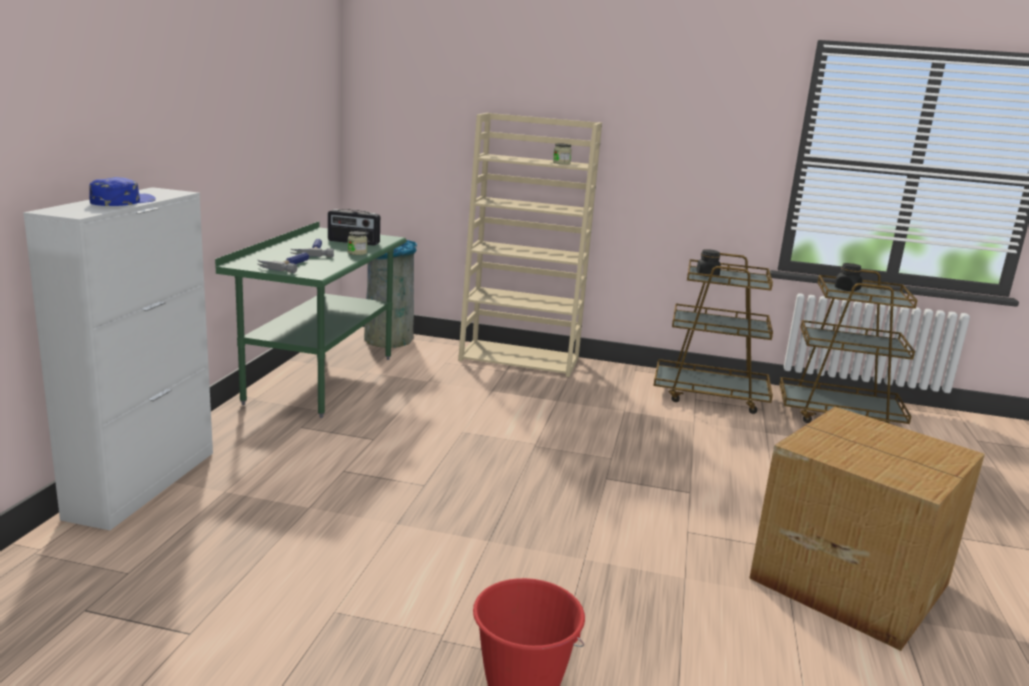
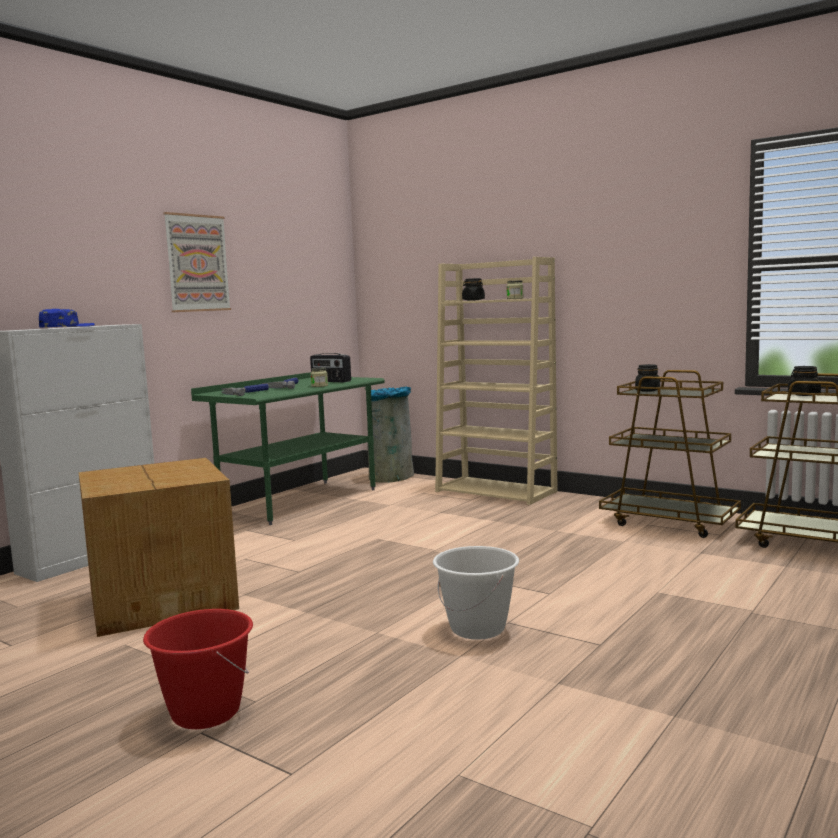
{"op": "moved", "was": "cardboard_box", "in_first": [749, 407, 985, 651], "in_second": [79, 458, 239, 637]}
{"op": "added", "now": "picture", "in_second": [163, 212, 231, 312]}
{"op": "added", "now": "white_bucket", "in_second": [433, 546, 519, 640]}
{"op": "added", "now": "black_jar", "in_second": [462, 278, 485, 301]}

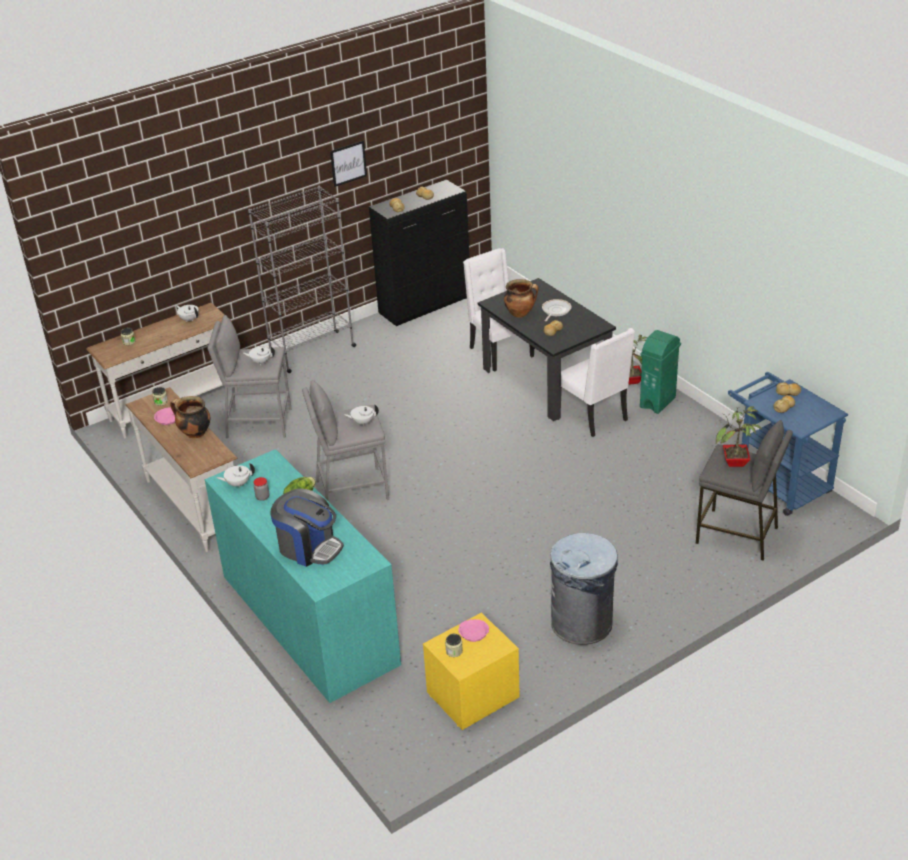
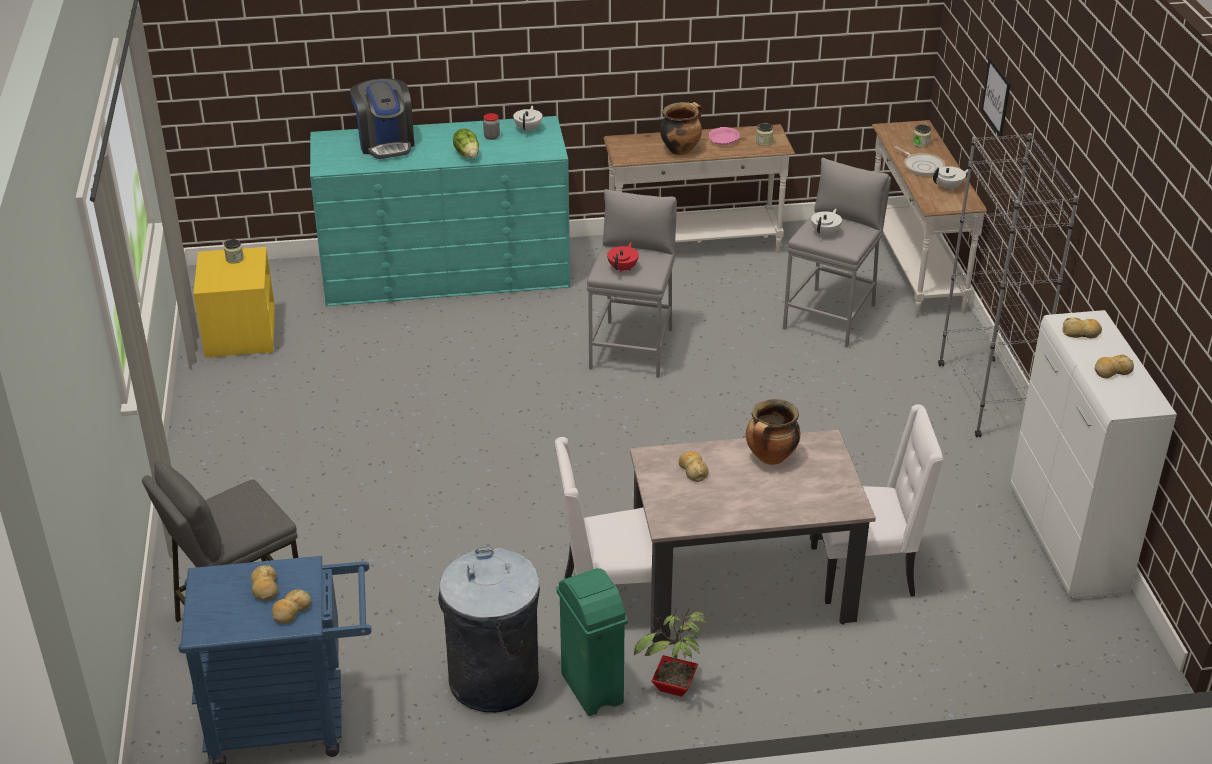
{"op": "turned", "was": "coffee_machine", "in_first": [270, 488, 344, 567], "in_second": [350, 78, 414, 159], "clockwise": -75}
{"op": "moved", "was": "grey_trash_can", "in_first": [550, 533, 618, 645], "in_second": [438, 547, 540, 713]}
{"op": "recoloured", "was": "white_teapot", "now": "red_teapot", "in_first": [344, 404, 379, 426], "in_second": [607, 242, 639, 272]}
{"op": "recoloured", "was": "black_dining_table", "now": "beige_dining_table", "in_first": [478, 278, 616, 421], "in_second": [630, 430, 876, 643]}
{"op": "moved", "was": "frying_pan", "in_first": [542, 299, 571, 321], "in_second": [894, 146, 945, 176]}
{"op": "moved", "was": "picture", "in_first": [330, 141, 367, 187], "in_second": [981, 58, 1011, 136]}
{"op": "recoloured", "was": "black_cabinet", "now": "white_cabinet", "in_first": [369, 180, 469, 326], "in_second": [1010, 310, 1177, 599]}
{"op": "removed", "was": "pink_bowl", "in_first": [458, 619, 489, 642]}
{"op": "removed", "was": "potted_plant", "in_first": [716, 406, 762, 467]}

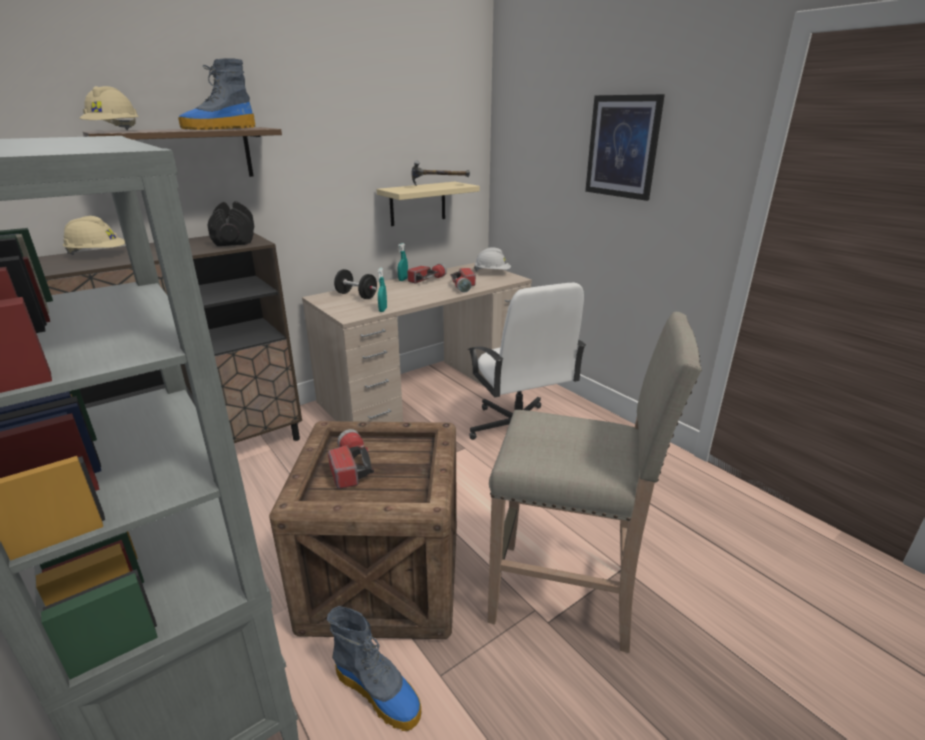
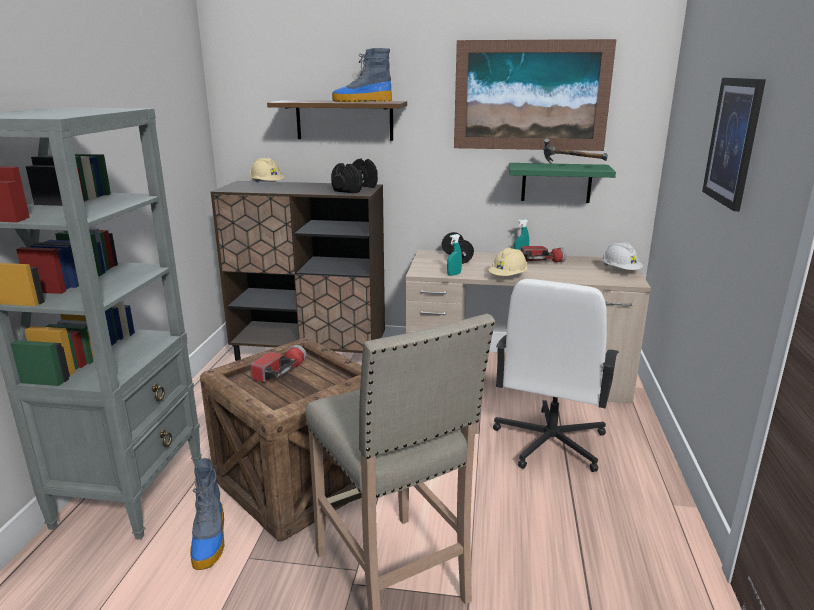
{"op": "added", "now": "picture", "in_second": [454, 39, 617, 151]}
{"op": "moved", "was": "beige_hard_hat", "in_first": [80, 86, 139, 130], "in_second": [488, 248, 528, 276]}
{"op": "recoloured", "was": "beige_shelf", "now": "green_shelf", "in_first": [376, 182, 480, 226], "in_second": [509, 163, 616, 203]}
{"op": "removed", "was": "flashlight", "in_first": [450, 268, 476, 293]}

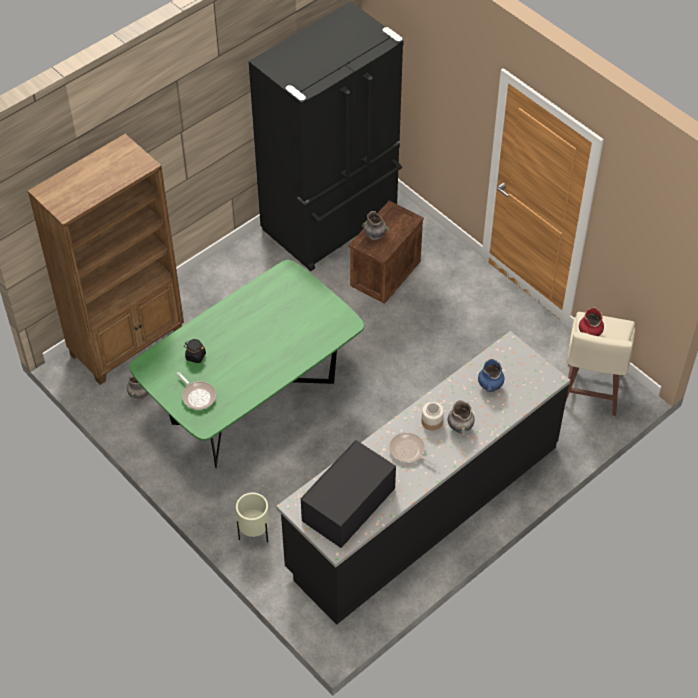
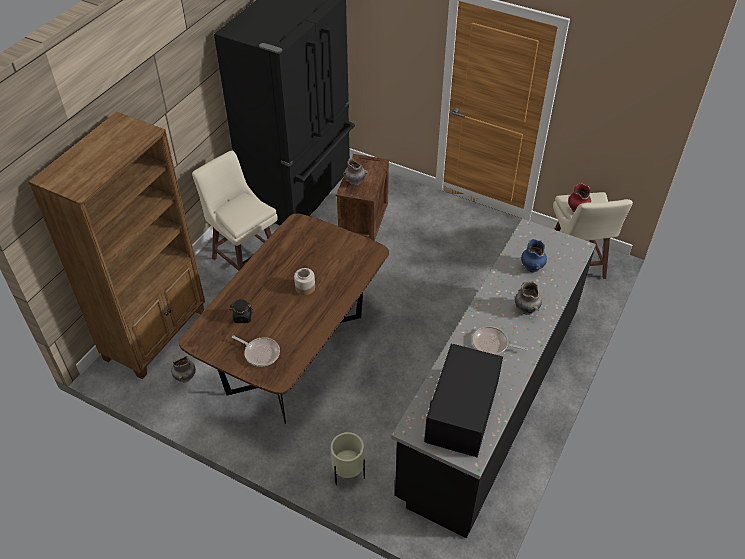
{"op": "recoloured", "was": "green_dining_table", "now": "brown_dining_table", "in_first": [129, 260, 364, 468], "in_second": [179, 213, 389, 424]}
{"op": "added", "now": "beige_stool", "in_second": [192, 151, 278, 271]}
{"op": "moved", "was": "jar", "in_first": [422, 402, 444, 430], "in_second": [294, 268, 315, 295]}

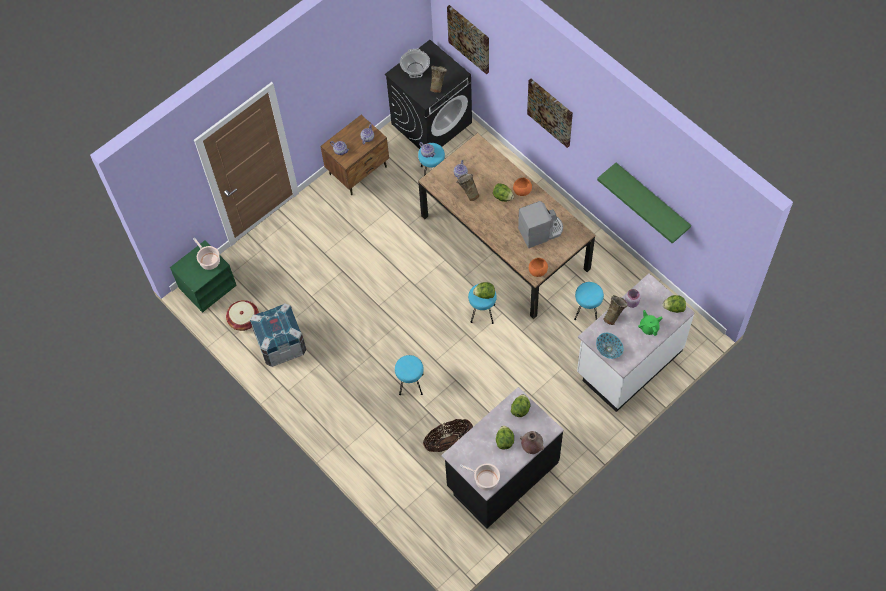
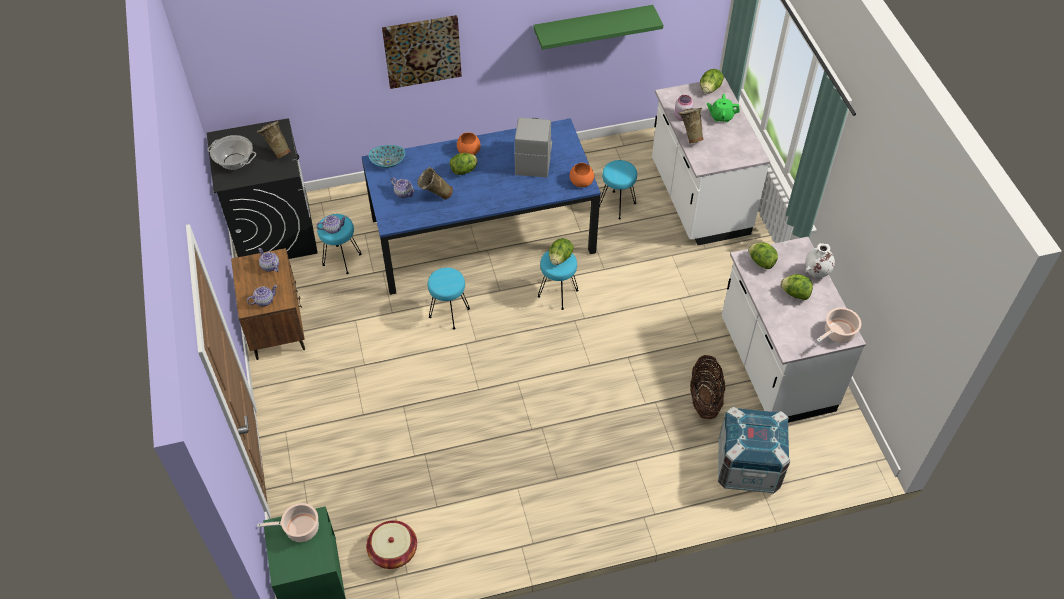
{"op": "recoloured", "was": "brown_dining_table", "now": "blue_dining_table", "in_first": [418, 133, 595, 319], "in_second": [361, 118, 601, 295]}
{"op": "moved", "was": "bowl", "in_first": [596, 333, 624, 359], "in_second": [369, 145, 405, 168]}
{"op": "moved", "was": "turquoise_stool", "in_first": [395, 355, 424, 395], "in_second": [428, 268, 470, 330]}
{"op": "moved", "was": "crate", "in_first": [250, 303, 307, 367], "in_second": [718, 407, 790, 494]}
{"op": "recoloured", "was": "black_counter", "now": "white_counter", "in_first": [441, 387, 564, 528], "in_second": [722, 237, 866, 423]}
{"op": "recoloured", "was": "brown_vase", "now": "white_vase", "in_first": [520, 431, 544, 454], "in_second": [805, 243, 835, 278]}
{"op": "removed", "was": "picture", "in_first": [447, 5, 489, 74]}

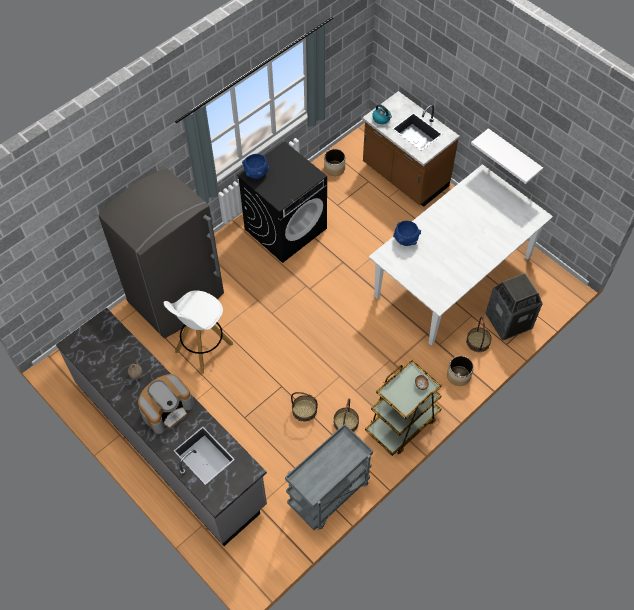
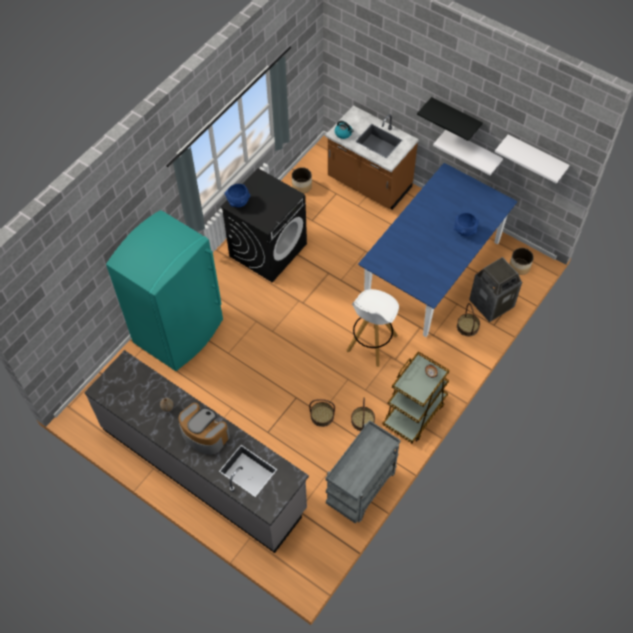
{"op": "recoloured", "was": "grey_fridge", "now": "turquoise_fridge", "in_first": [98, 168, 224, 338], "in_second": [106, 210, 223, 371]}
{"op": "turned", "was": "coffee_machine", "in_first": [138, 374, 194, 434], "in_second": [179, 403, 230, 455], "clockwise": -90}
{"op": "moved", "was": "white_stool", "in_first": [164, 290, 233, 374], "in_second": [347, 289, 399, 367]}
{"op": "recoloured", "was": "white_dining_table", "now": "blue_dining_table", "in_first": [369, 164, 553, 346], "in_second": [358, 163, 517, 337]}
{"op": "added", "now": "black_shelf", "in_second": [417, 97, 483, 141]}
{"op": "moved", "was": "blue_bowl", "in_first": [393, 221, 421, 246], "in_second": [454, 213, 479, 236]}
{"op": "added", "now": "white_shelf", "in_second": [495, 134, 569, 184]}
{"op": "moved", "was": "planter", "in_first": [447, 356, 474, 386], "in_second": [510, 248, 534, 275]}

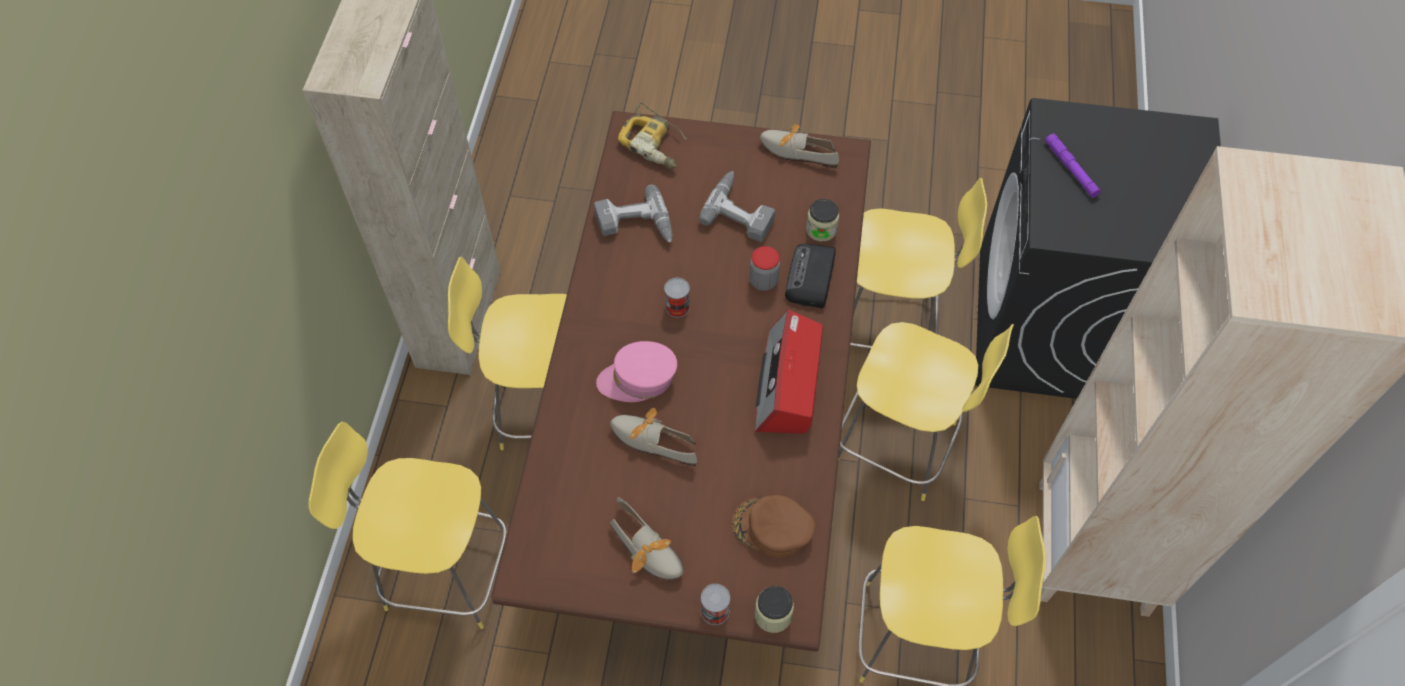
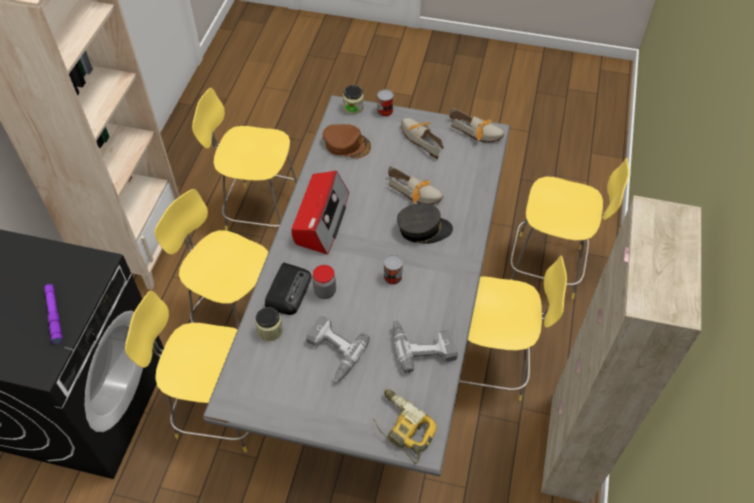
{"op": "recoloured", "was": "brown_dining_table", "now": "grey_dining_table", "in_first": [491, 111, 871, 652], "in_second": [203, 95, 510, 476]}
{"op": "recoloured", "was": "pink_cap", "now": "grey_cap", "in_first": [596, 341, 677, 402], "in_second": [397, 203, 453, 244]}
{"op": "moved", "was": "shoe", "in_first": [760, 124, 839, 168], "in_second": [450, 108, 505, 143]}

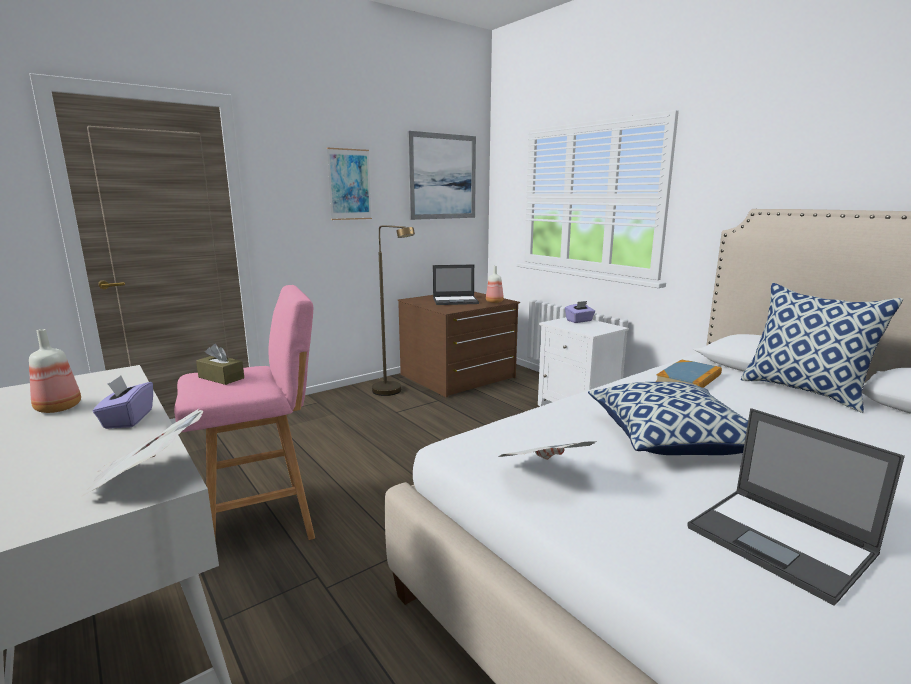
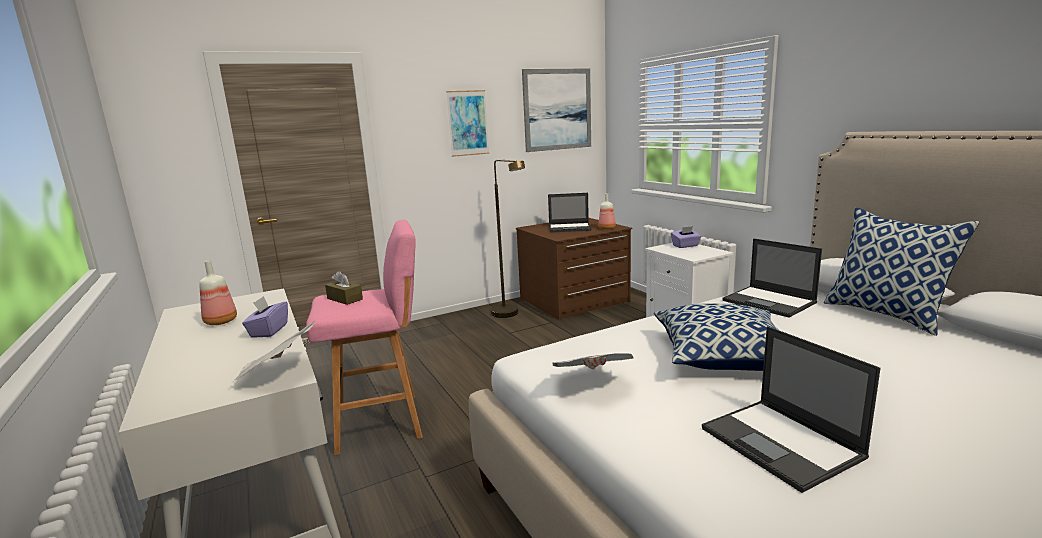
{"op": "replaced", "was": "book", "now": "laptop", "in_first": [656, 360, 722, 388], "in_second": [722, 238, 822, 318]}

